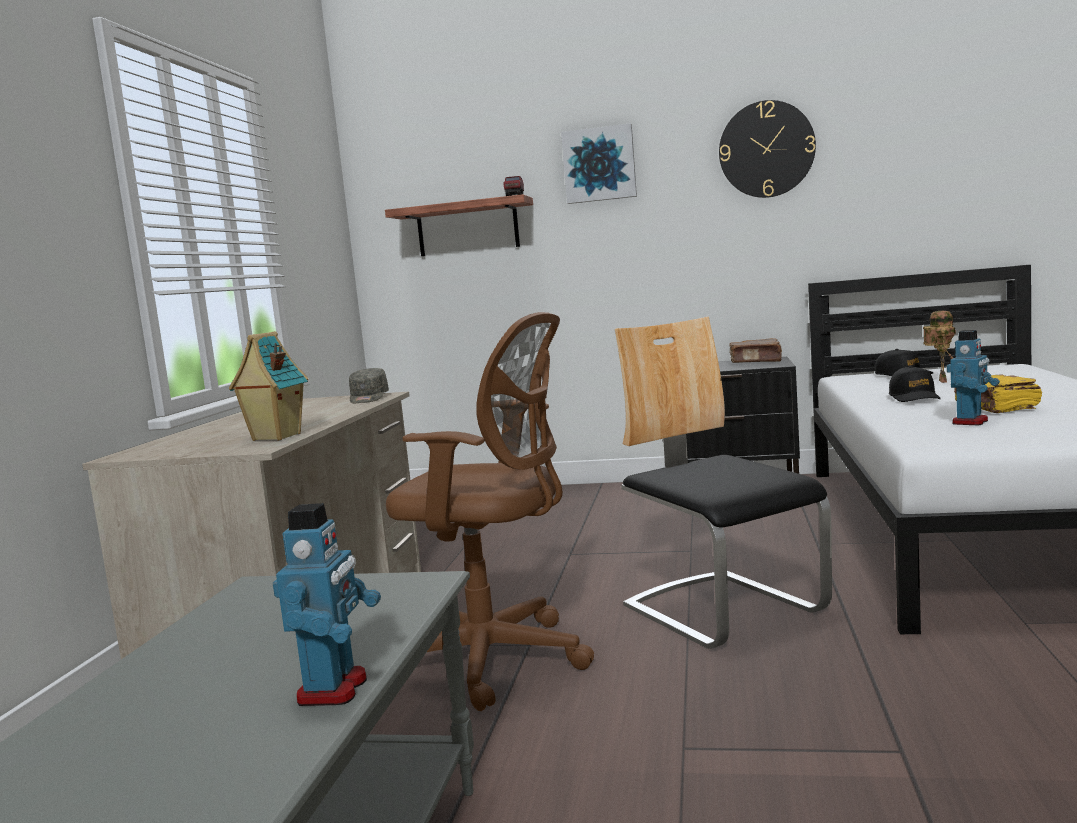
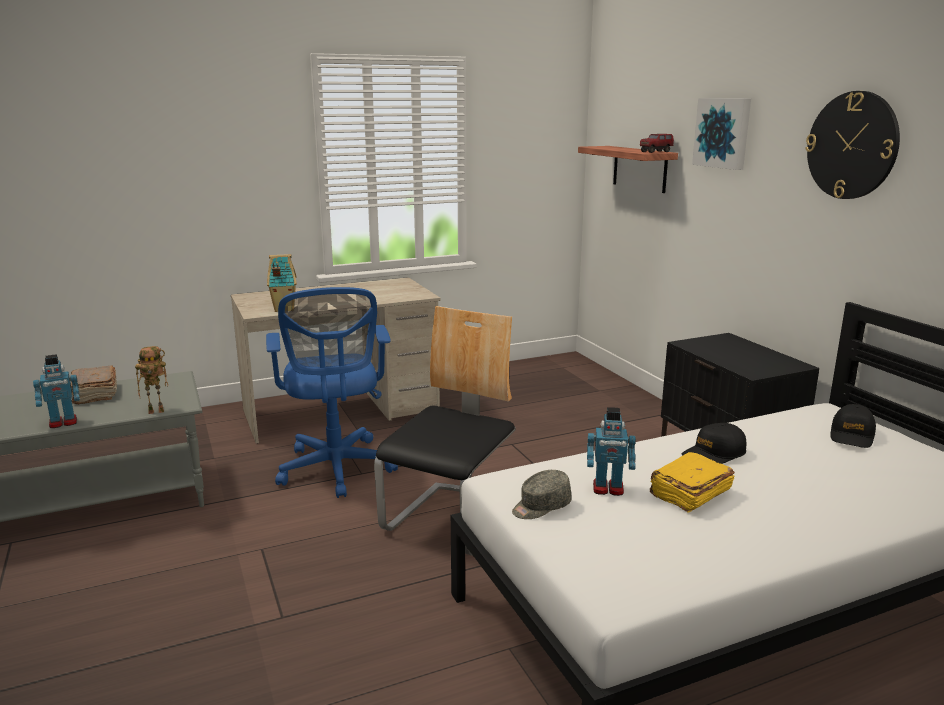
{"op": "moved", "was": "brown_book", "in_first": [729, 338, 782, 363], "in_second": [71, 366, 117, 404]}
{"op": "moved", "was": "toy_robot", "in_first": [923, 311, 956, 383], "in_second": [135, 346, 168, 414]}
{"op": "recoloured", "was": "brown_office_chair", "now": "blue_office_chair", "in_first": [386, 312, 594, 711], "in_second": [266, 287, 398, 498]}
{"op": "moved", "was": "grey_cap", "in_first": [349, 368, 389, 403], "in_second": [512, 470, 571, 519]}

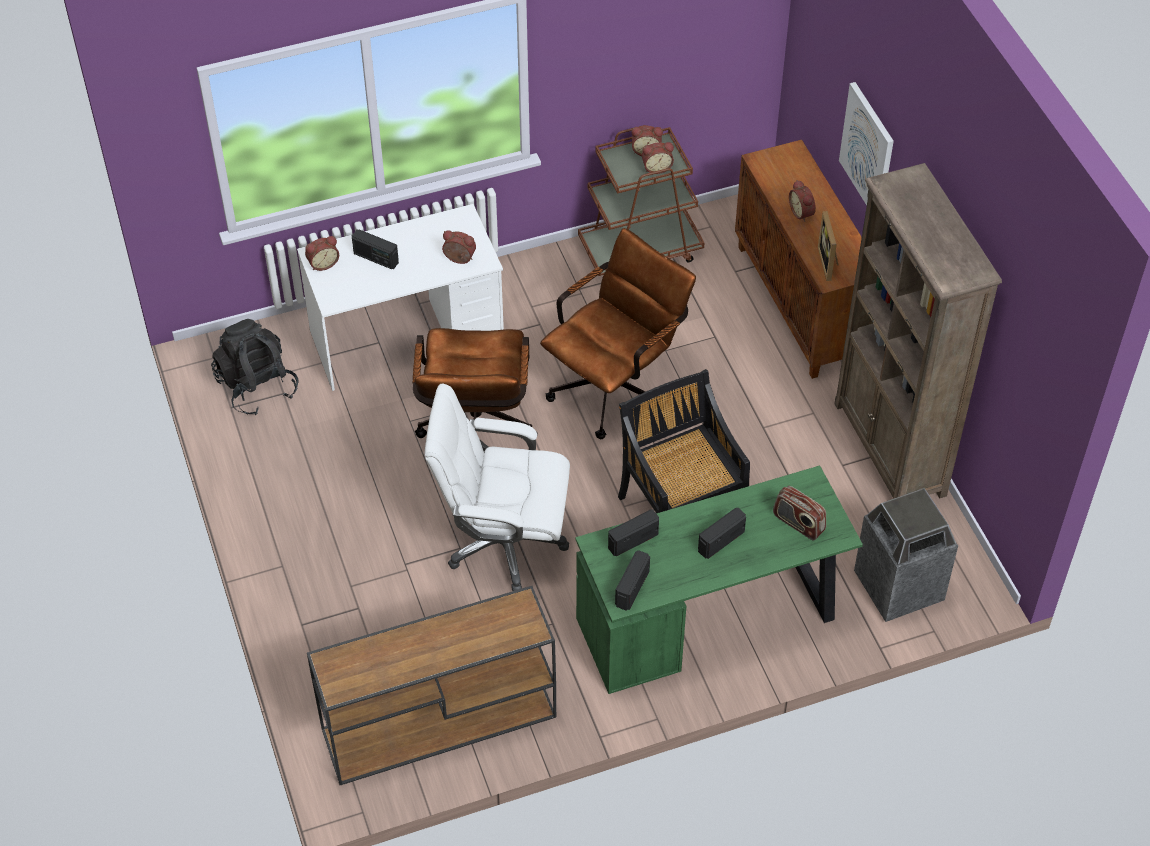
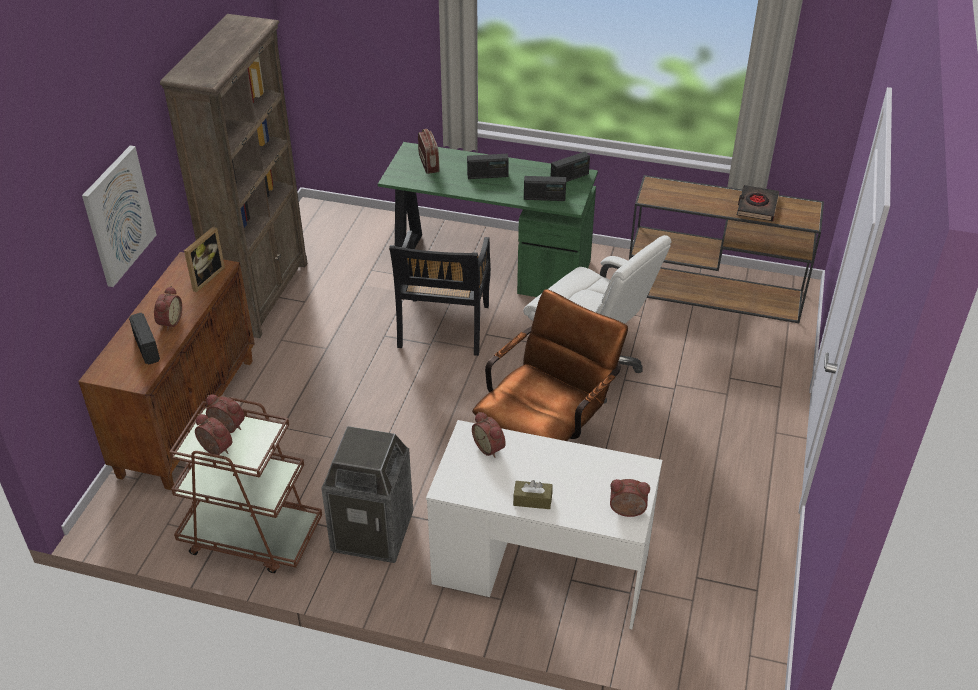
{"op": "moved", "was": "radio", "in_first": [352, 229, 399, 269], "in_second": [129, 313, 160, 365]}
{"op": "moved", "was": "trash_can", "in_first": [854, 488, 958, 622], "in_second": [321, 426, 413, 563]}
{"op": "added", "now": "brown_tissue_box", "in_second": [513, 480, 553, 509]}
{"op": "added", "now": "black_book", "in_second": [737, 185, 779, 221]}
{"op": "removed", "was": "black_backpack", "in_first": [211, 319, 299, 415]}
{"op": "removed", "was": "brown_office_chair", "in_first": [540, 228, 696, 439]}

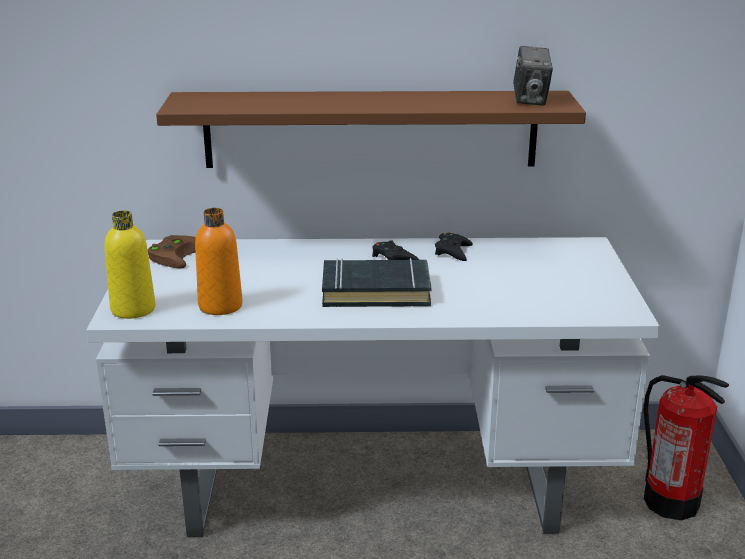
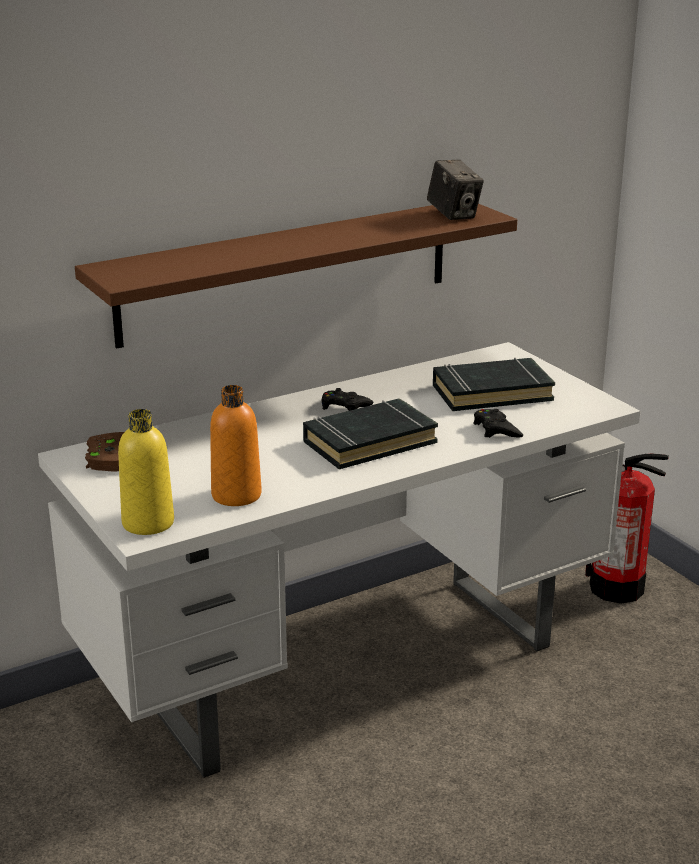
{"op": "added", "now": "black_book", "in_second": [433, 358, 555, 411]}
{"op": "moved", "was": "black_game_controller", "in_first": [435, 232, 473, 261], "in_second": [473, 409, 523, 438]}

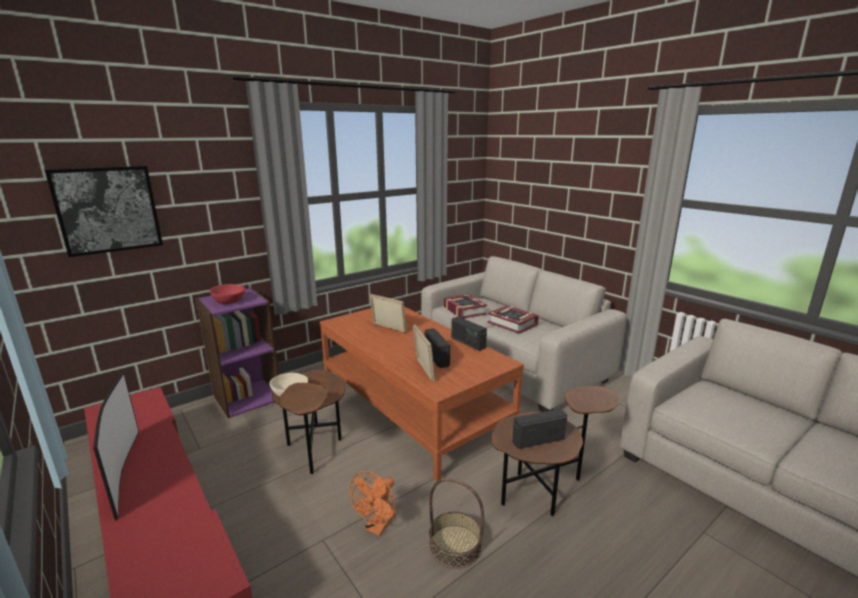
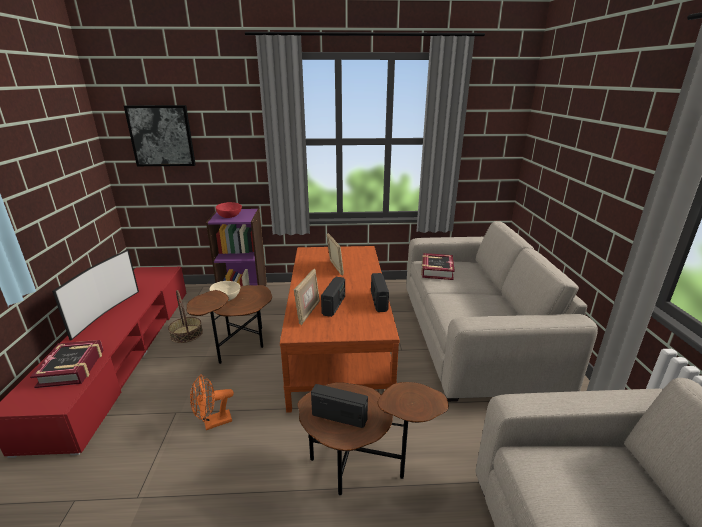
{"op": "moved", "was": "book", "in_first": [487, 305, 539, 334], "in_second": [30, 340, 104, 388]}
{"op": "moved", "was": "basket", "in_first": [429, 478, 484, 569], "in_second": [168, 290, 203, 343]}

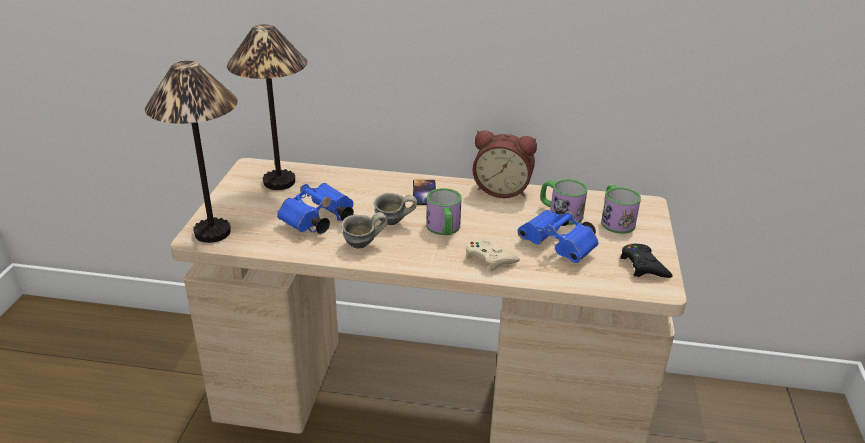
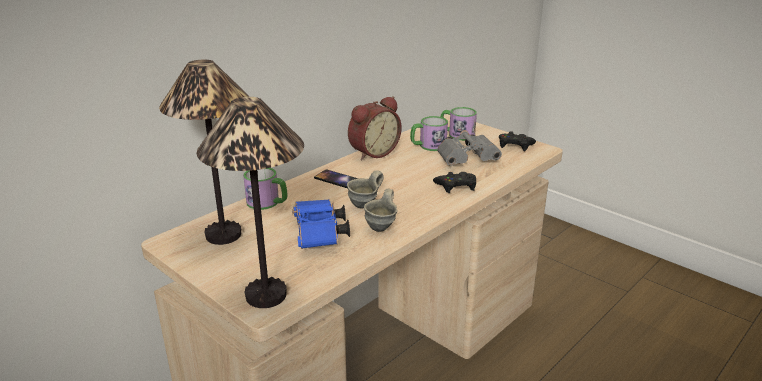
{"op": "moved", "was": "mug", "in_first": [426, 188, 462, 235], "in_second": [243, 168, 288, 210]}
{"op": "recoloured", "was": "beige_game_controller", "now": "black_game_controller", "in_first": [466, 238, 520, 272], "in_second": [433, 172, 476, 193]}
{"op": "recoloured", "was": "blue_binoculars", "now": "grey_binoculars", "in_first": [518, 210, 599, 263], "in_second": [437, 130, 502, 166]}

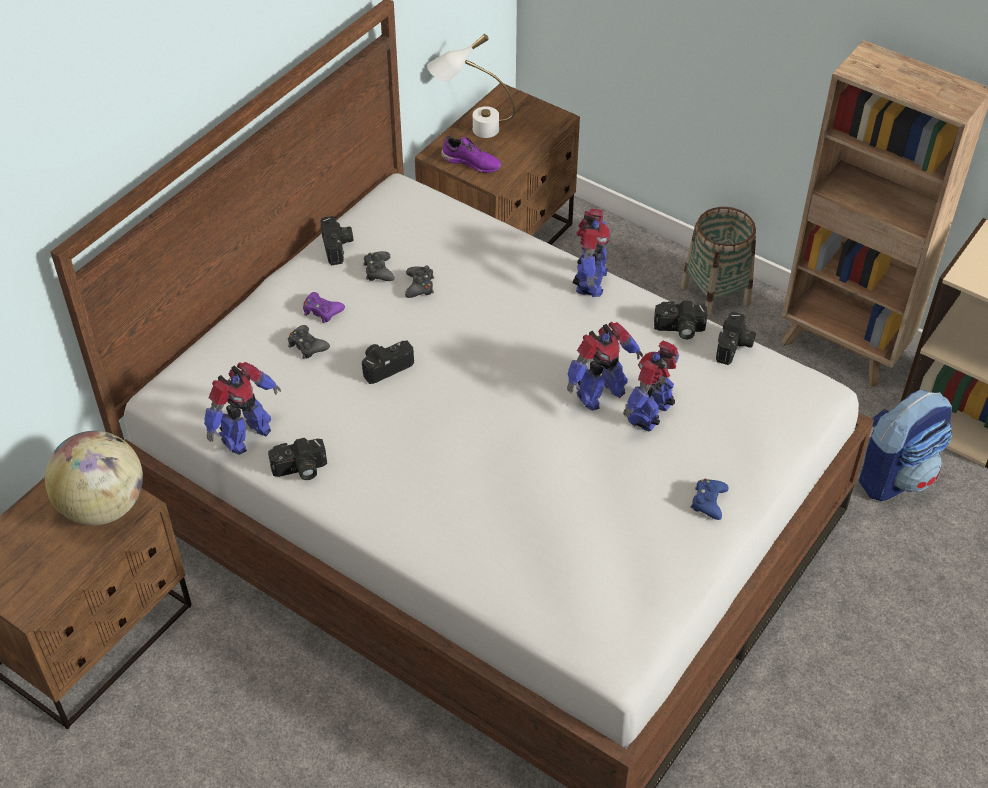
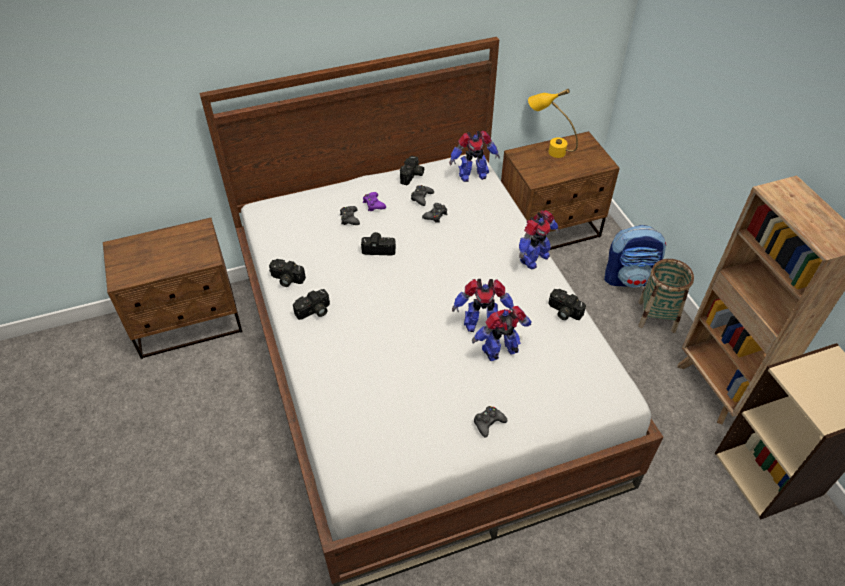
{"op": "moved", "was": "photo_camera", "in_first": [716, 312, 756, 365], "in_second": [293, 289, 330, 320]}
{"op": "moved", "was": "toy_robot", "in_first": [204, 362, 281, 455], "in_second": [449, 131, 500, 182]}
{"op": "recoloured", "was": "blue_game_controller", "now": "black_game_controller", "in_first": [691, 479, 729, 520], "in_second": [474, 406, 507, 438]}
{"op": "recoloured", "was": "white_table_lamp", "now": "yellow_table_lamp", "in_first": [427, 34, 515, 138], "in_second": [528, 89, 578, 158]}
{"op": "moved", "was": "backpack", "in_first": [859, 389, 952, 501], "in_second": [604, 225, 666, 288]}
{"op": "removed", "was": "globe", "in_first": [45, 431, 143, 525]}
{"op": "removed", "was": "purple_shoe", "in_first": [441, 136, 502, 173]}

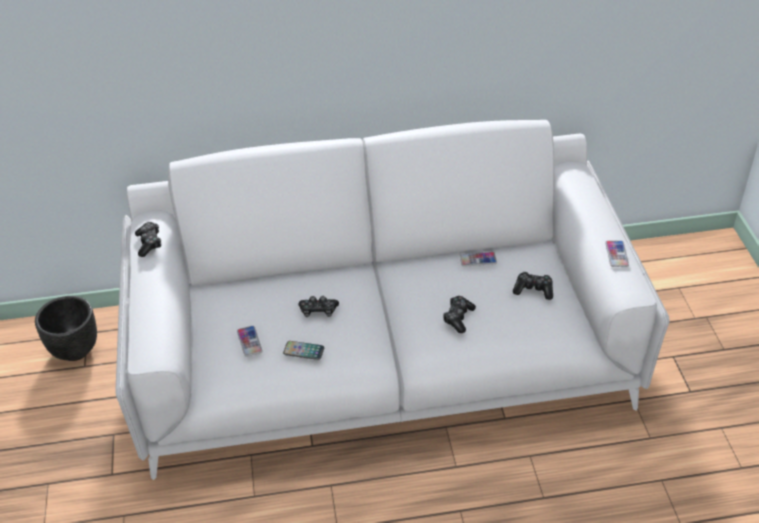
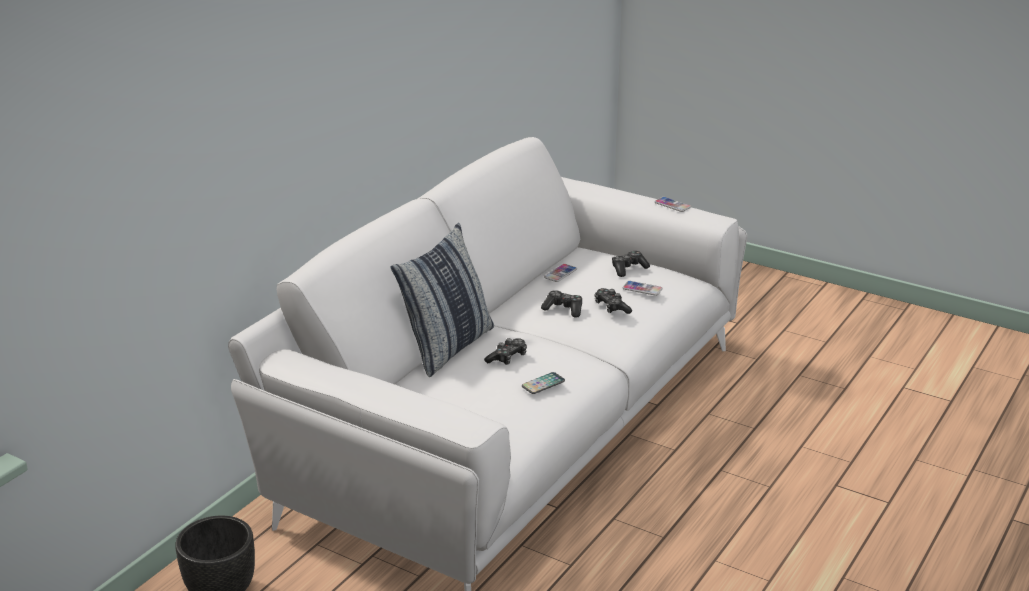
{"op": "added", "now": "pillow", "in_second": [390, 223, 494, 377]}
{"op": "moved", "was": "game_controller", "in_first": [135, 222, 161, 257], "in_second": [541, 290, 582, 318]}
{"op": "moved", "was": "phone", "in_first": [237, 326, 263, 357], "in_second": [623, 281, 663, 296]}

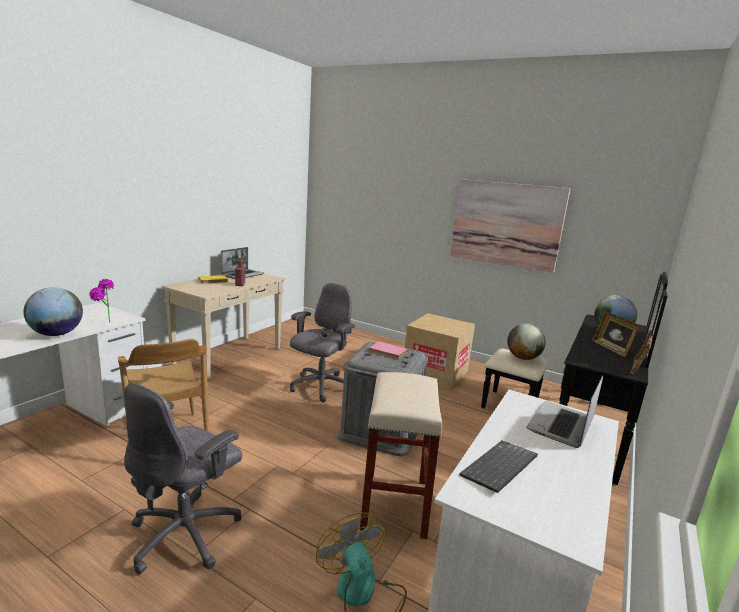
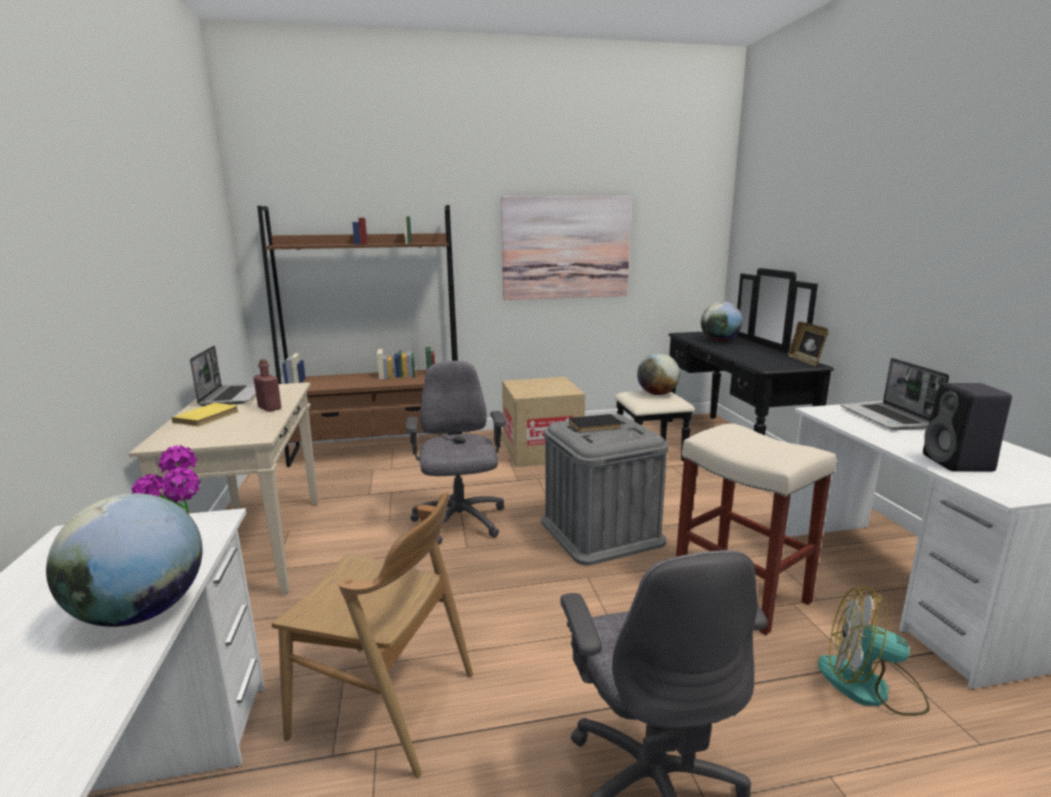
{"op": "added", "now": "brown_bookcase", "in_second": [257, 205, 462, 467]}
{"op": "recoloured", "was": "pink_book", "now": "black_book", "in_first": [369, 341, 408, 359], "in_second": [569, 414, 622, 432]}
{"op": "replaced", "was": "keyboard", "now": "black_speaker", "in_first": [460, 441, 538, 493], "in_second": [923, 383, 1012, 472]}
{"op": "removed", "was": "picture_frame", "in_first": [592, 311, 638, 357]}

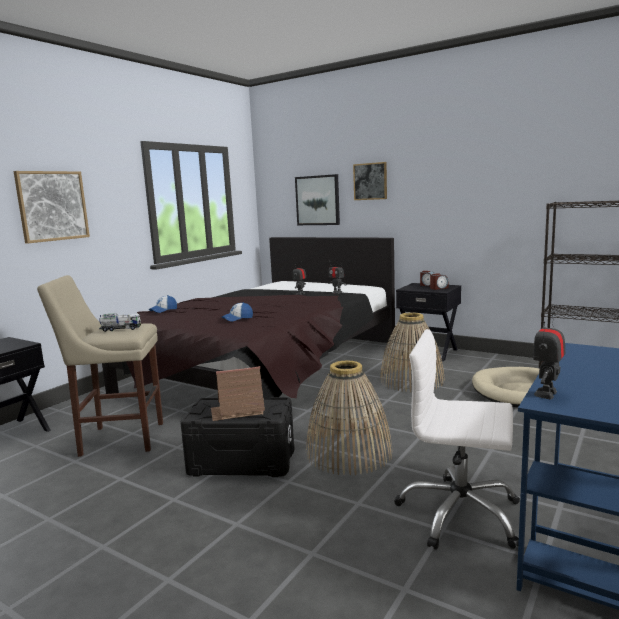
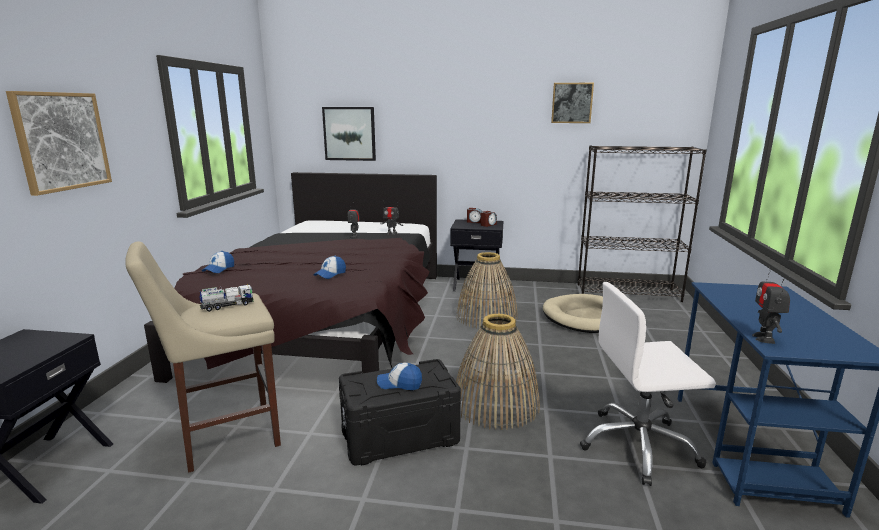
{"op": "replaced", "was": "toy_house", "now": "cap", "in_first": [211, 366, 265, 421], "in_second": [377, 363, 422, 390]}
{"op": "moved", "was": "picture", "in_first": [353, 162, 387, 200], "in_second": [551, 83, 594, 123]}

